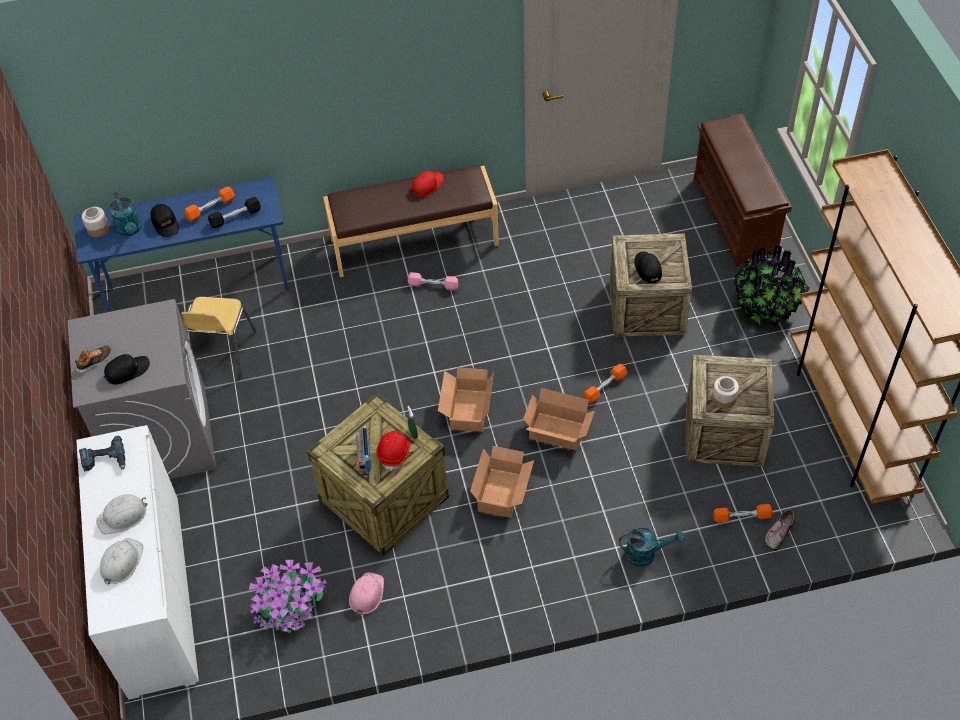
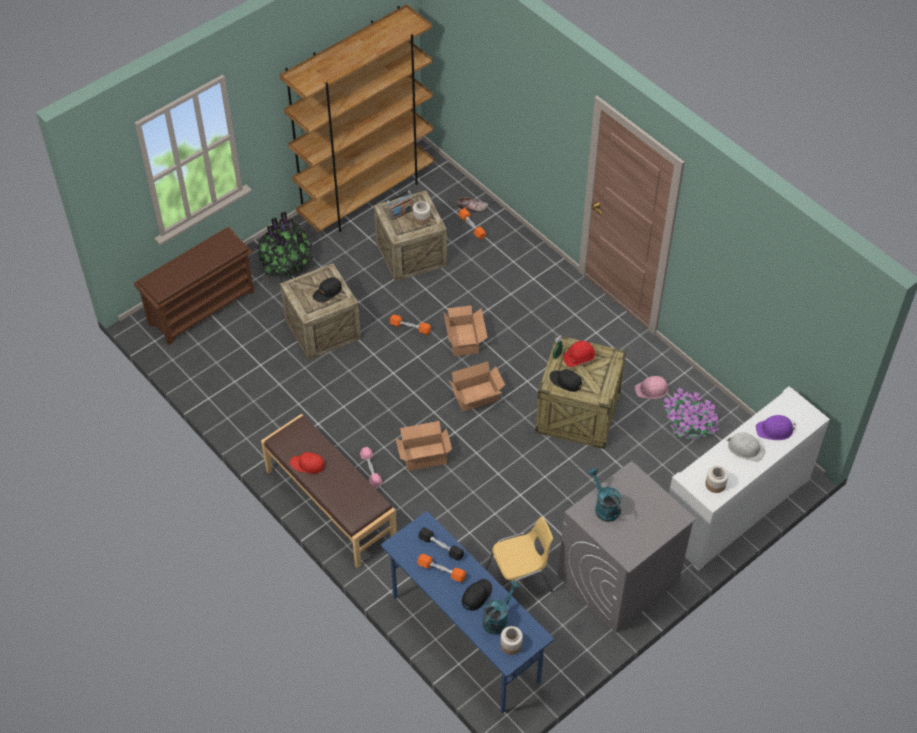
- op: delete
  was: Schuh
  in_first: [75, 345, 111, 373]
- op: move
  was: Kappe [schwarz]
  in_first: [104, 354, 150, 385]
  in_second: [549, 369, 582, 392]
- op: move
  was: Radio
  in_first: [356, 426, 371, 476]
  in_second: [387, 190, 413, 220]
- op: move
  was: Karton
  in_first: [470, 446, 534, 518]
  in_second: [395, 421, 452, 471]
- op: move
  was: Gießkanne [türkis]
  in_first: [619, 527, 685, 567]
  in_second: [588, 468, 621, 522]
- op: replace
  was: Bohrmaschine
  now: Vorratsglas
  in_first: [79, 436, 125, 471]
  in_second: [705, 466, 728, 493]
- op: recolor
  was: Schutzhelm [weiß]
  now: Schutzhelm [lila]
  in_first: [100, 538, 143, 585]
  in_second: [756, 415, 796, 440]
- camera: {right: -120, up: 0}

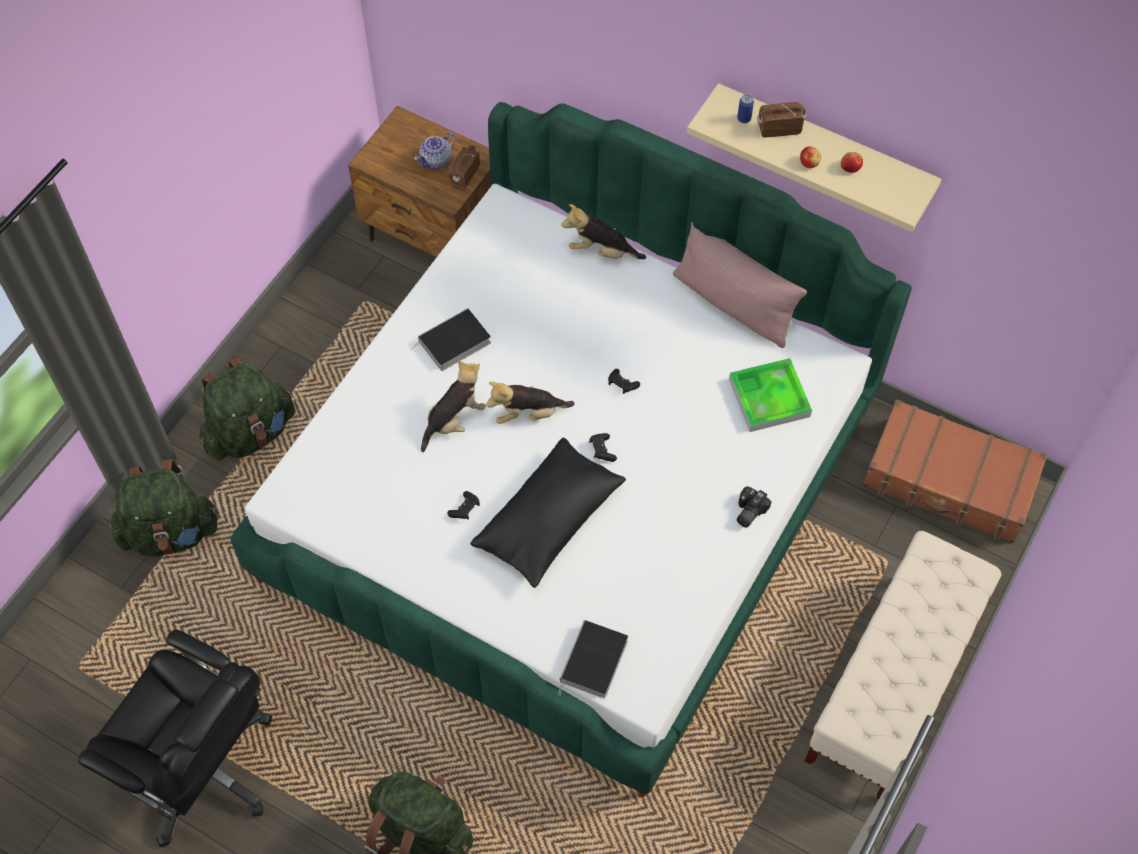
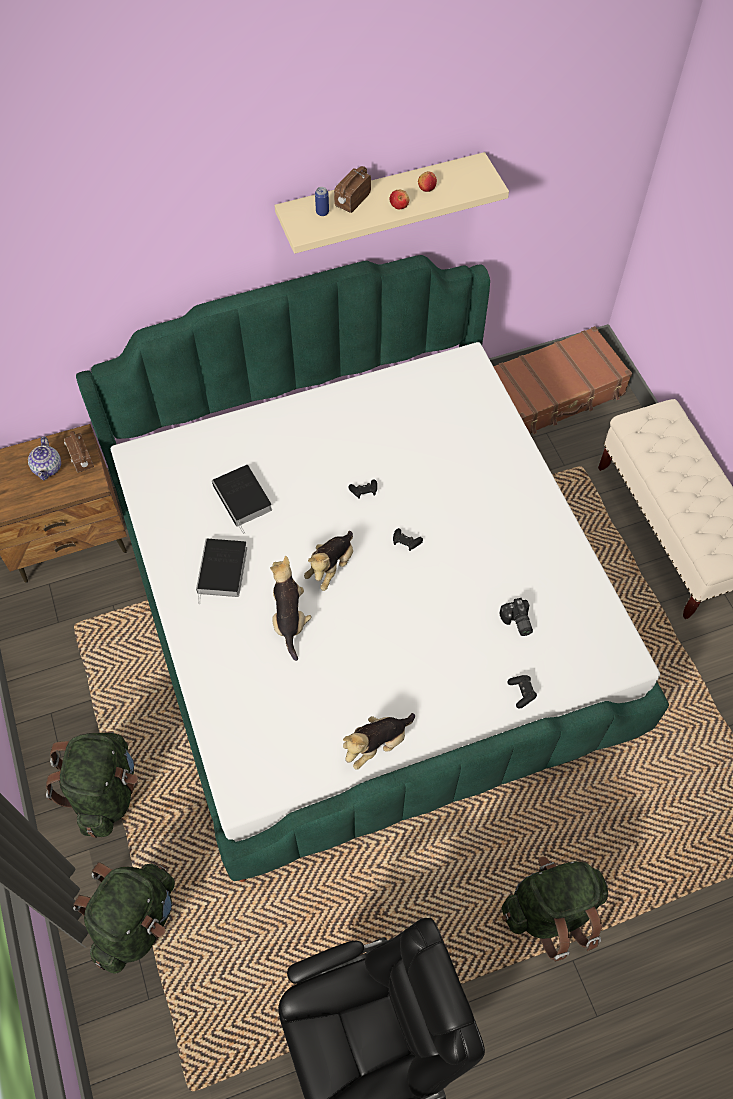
- op: delete
  was: Kissen [schwarz]
  in_first: [471, 438, 626, 588]
- op: delete
  was: Kissen [rosa]
  in_first: [673, 222, 807, 348]
- op: delete
  was: Tablett
  in_first: [729, 358, 812, 432]
- op: move
  was: Gamepad [schwarz]
  in_first: [447, 491, 480, 519]
  in_second: [507, 675, 537, 708]
- op: move
  was: Buch
  in_first: [558, 620, 628, 698]
  in_second: [212, 465, 272, 534]
- op: move
  was: Plüschtier
  in_first: [561, 204, 646, 259]
  in_second: [343, 713, 415, 769]
- op: move
  was: Kamera
  in_first: [737, 486, 771, 528]
  in_second: [499, 598, 533, 636]
- camera: {right: -50, up: 0}

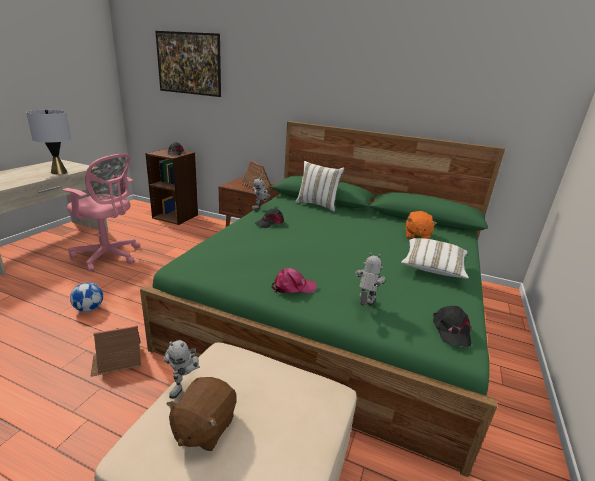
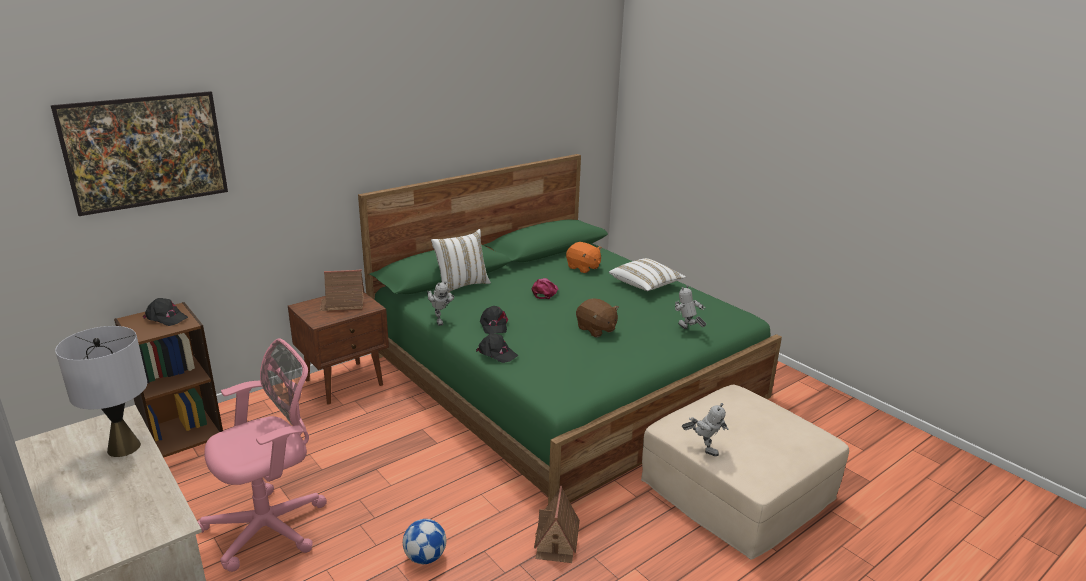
- op: move
  was: Plüschtier [braun]
  in_first: [166, 377, 237, 451]
  in_second: [576, 298, 619, 337]
- op: move
  was: Kappe [rosa]
  in_first: [272, 268, 317, 294]
  in_second: [531, 278, 558, 299]
- op: move
  was: Kappe [schwarz]
  in_first: [433, 306, 471, 347]
  in_second: [476, 333, 518, 363]
- camera: {right: -60, up: 0}

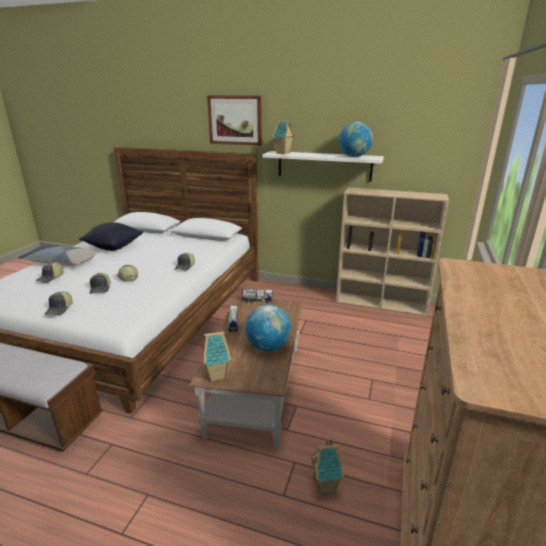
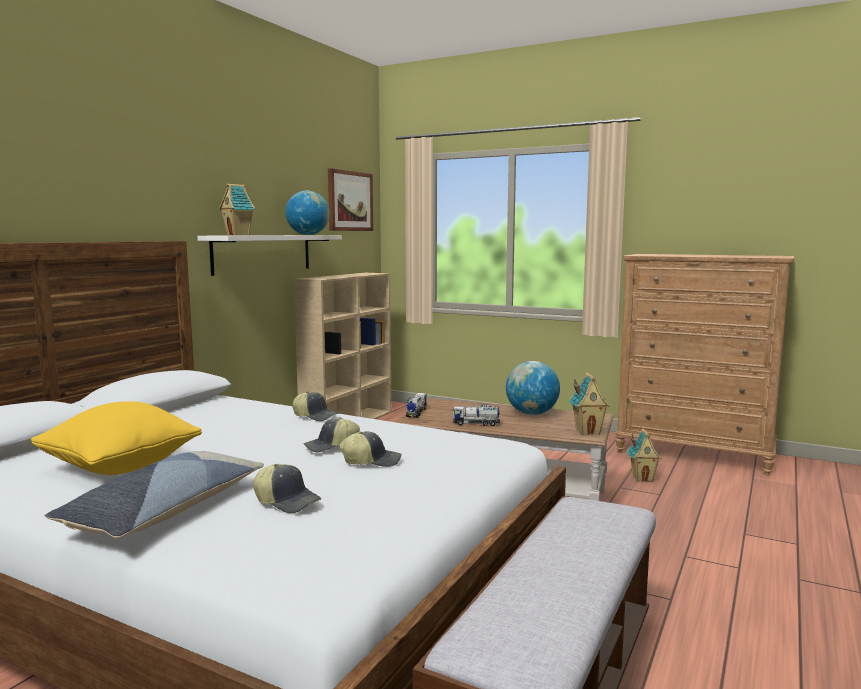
- op: delete
  was: Kappe
  in_first: [44, 291, 73, 315]
- op: move
  was: Bild
  in_first: [207, 95, 262, 146]
  in_second: [328, 168, 373, 231]
- op: recolor
  was: Kissen [schwarz]
  now: Kissen [gelb]
  in_first: [79, 222, 143, 251]
  in_second: [31, 401, 202, 475]
- camera: {right: -80, up: -15}

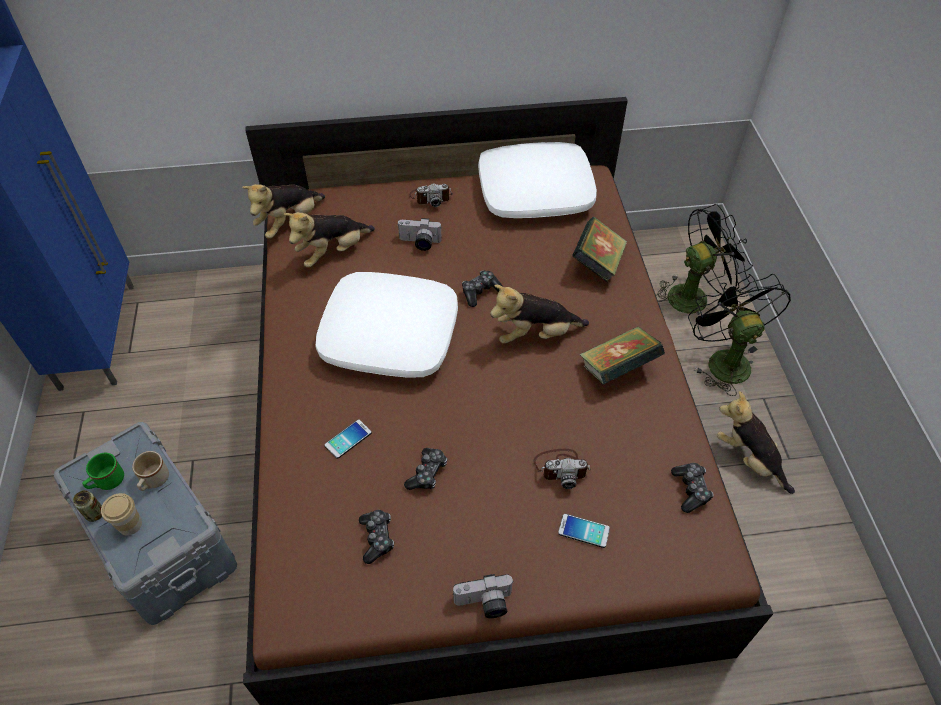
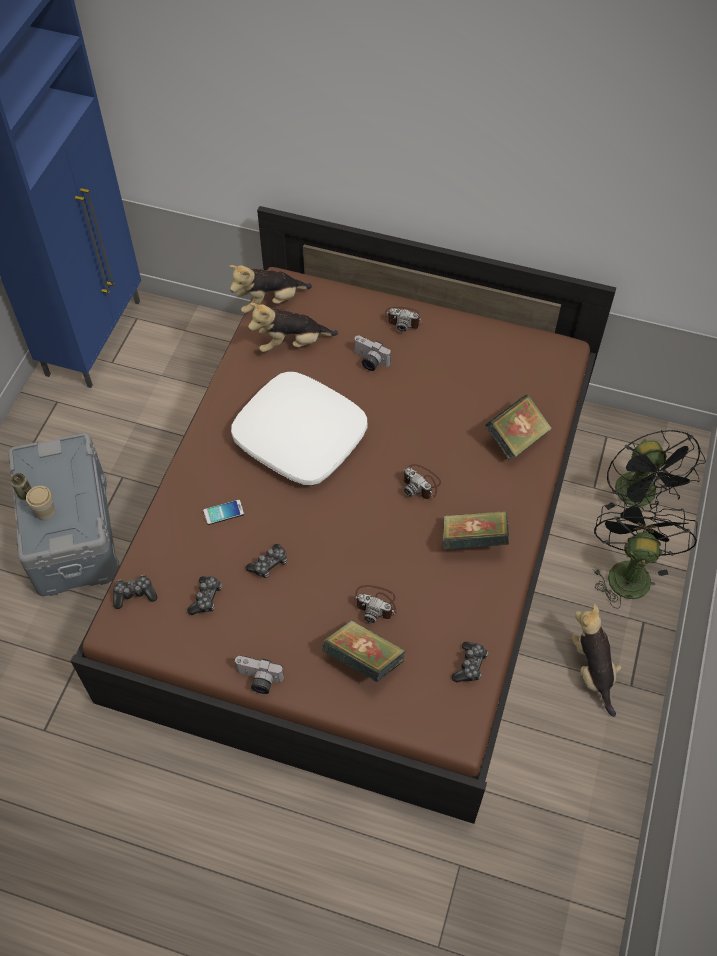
- op: delete
  was: Henkelbecher [grün]
  in_first: [82, 452, 124, 490]
- op: delete
  was: Henkelbecher [beige]
  in_first: [132, 451, 169, 491]
- op: delete
  was: Kissen [weiß]
  in_first: [478, 142, 597, 218]
- op: move
  was: Gamepad
  in_first: [462, 270, 503, 307]
  in_second: [114, 575, 157, 609]
- op: replace
  was: Plüschtier
  now: Kamera
  in_first: [490, 285, 589, 344]
  in_second: [402, 464, 441, 499]
- op: replace
  was: Handy
  now: Buch
  in_first: [558, 514, 610, 548]
  in_second: [322, 621, 406, 682]
- op: rotate
  was: Ventilator [schwarz]
  in_first: [656, 204, 753, 315]
  in_second: [605, 430, 706, 510]
  clockwise: 75
- camera: {right: 25, up: 5}

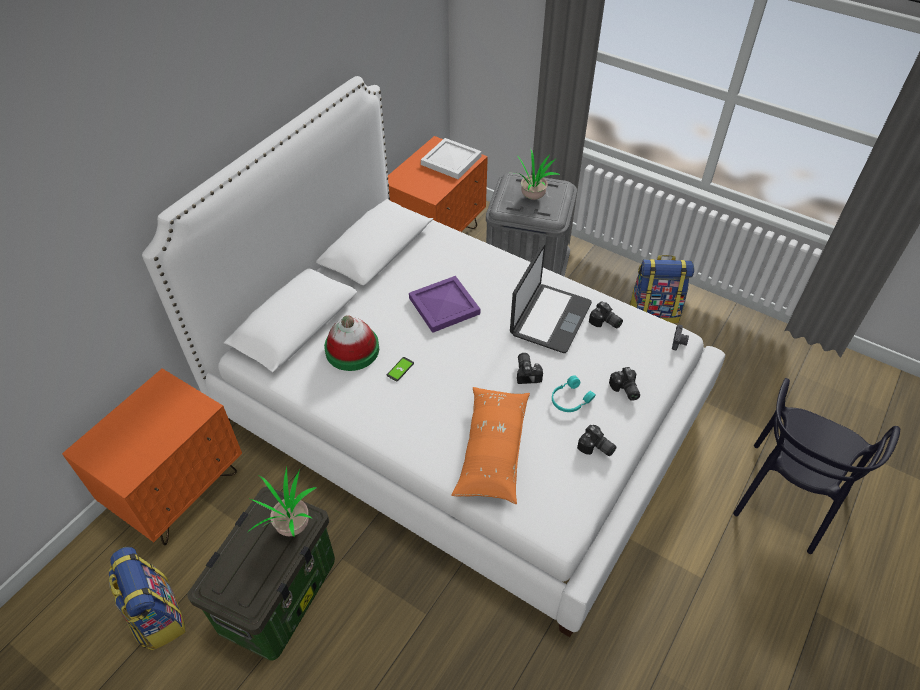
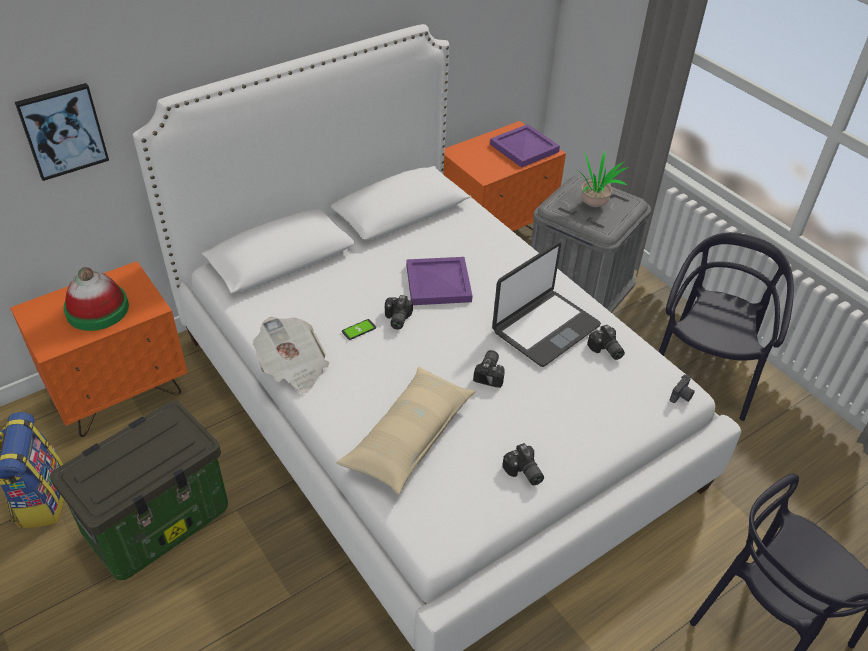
- op: delete
  was: Topfpflanze
  in_first: [248, 467, 317, 537]
- op: delete
  was: Kopfhörer [türkis]
  in_first: [552, 375, 596, 412]
- op: insert
  now: Bild
  in_second: [15, 83, 109, 181]
- op: insert
  now: Zeitung
  in_second: [253, 317, 329, 393]
- op: move
  was: Hut
  in_first: [324, 315, 379, 371]
  in_second: [63, 267, 129, 331]
- op: move
  was: Kamera
  in_first: [609, 367, 640, 401]
  in_second: [385, 295, 413, 330]
- op: replace
  was: Rucksack
  now: Stuhl [schwarz]
  in_first: [629, 255, 694, 323]
  in_second: [659, 232, 794, 421]
- op: recolor
  was: Tablett [weiß]
  now: Tablett [lila]
  in_first: [421, 138, 482, 179]
  in_second: [490, 124, 560, 168]
- op: recolor
  was: Kissen [orange]
  now: Kissen [beige]
  in_first: [451, 387, 530, 504]
  in_second: [337, 367, 476, 495]
- camera: {right: 20, up: -5}

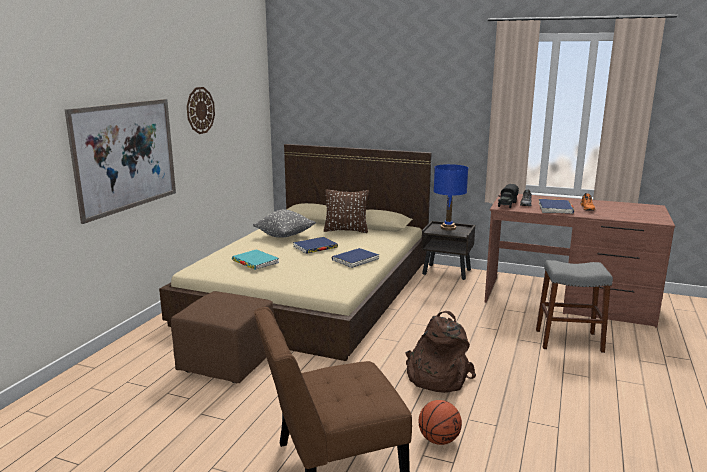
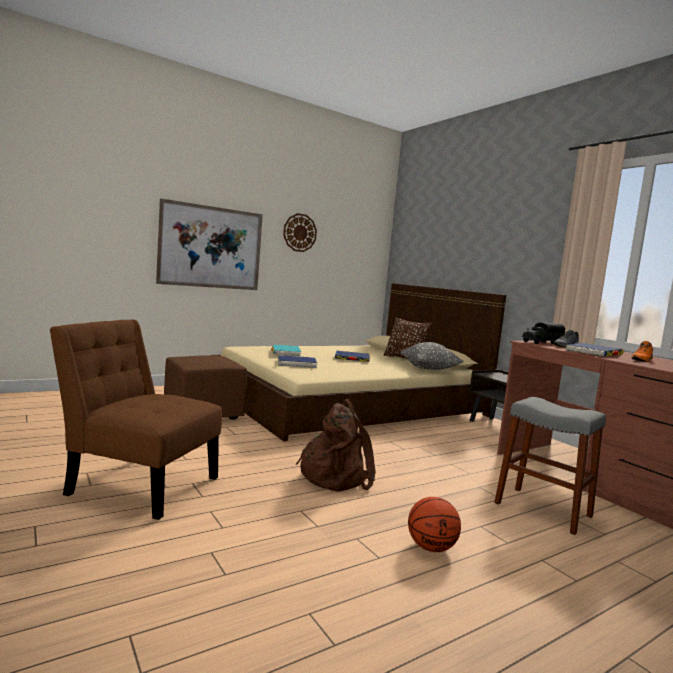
- op: delete
  was: Tischlampe [blau]
  in_first: [434, 164, 468, 231]
- op: move
  was: Kissen [grau]
  in_first: [253, 210, 316, 238]
  in_second: [400, 342, 464, 370]
- op: move
  was: Buch [blau]
  in_first: [332, 248, 379, 268]
  in_second: [278, 355, 317, 368]
- op: move
  was: Basketball
  in_first: [419, 400, 462, 445]
  in_second: [408, 497, 461, 552]
- camera: {right: 35, up: -10}

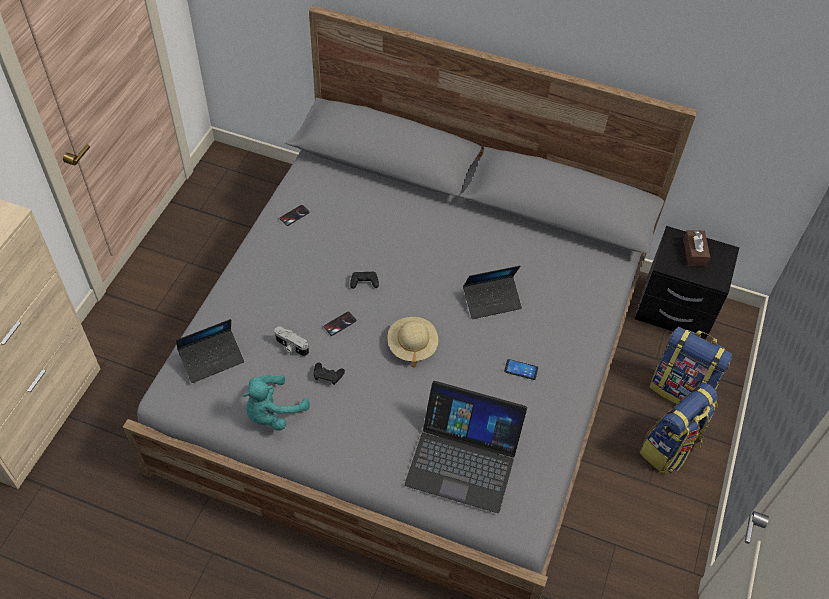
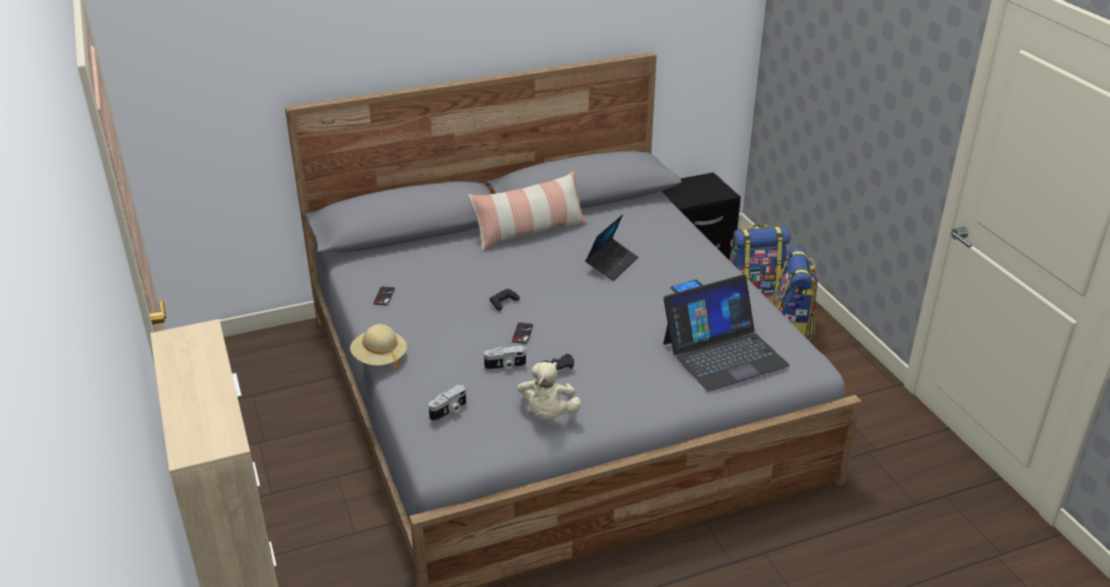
- op: delete
  was: Taschentuchbox [braun]
  in_first: [683, 230, 710, 266]
- op: insert
  now: Kissen
  in_second: [468, 171, 587, 252]
- op: move
  was: Hut [beige]
  in_first: [387, 317, 438, 368]
  in_second: [350, 324, 407, 370]
- op: replace
  was: Laptop
  now: Kamera
  in_first: [176, 319, 244, 383]
  in_second: [428, 384, 466, 421]
- op: recolor
  was: Plüschtier [türkis]
  now: Plüschtier [beige]
  in_first: [243, 375, 310, 431]
  in_second: [517, 362, 581, 420]
- camera: {right: -40, up: -20}

